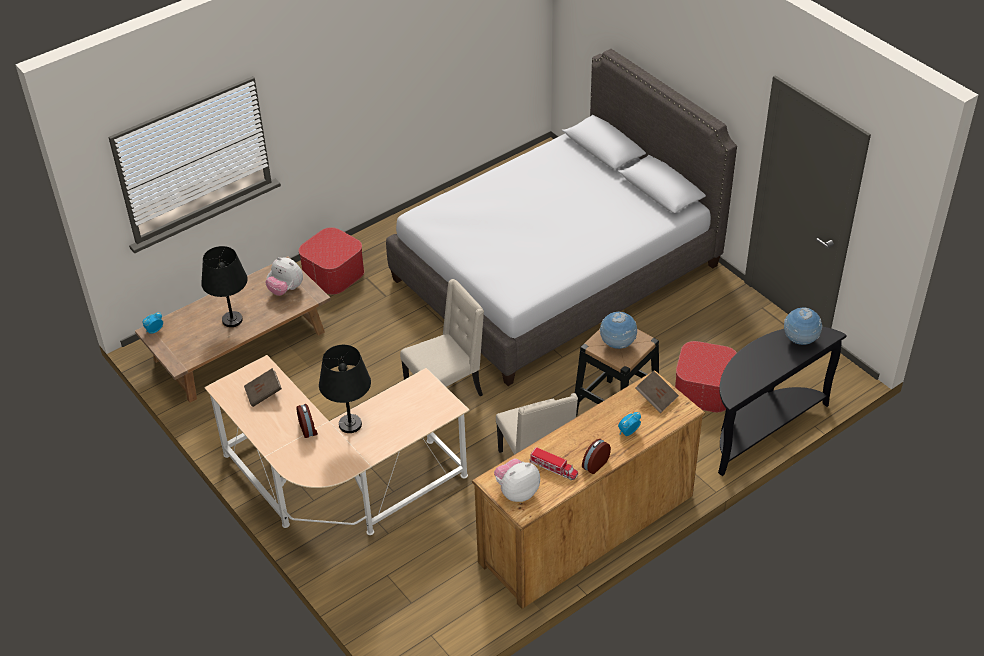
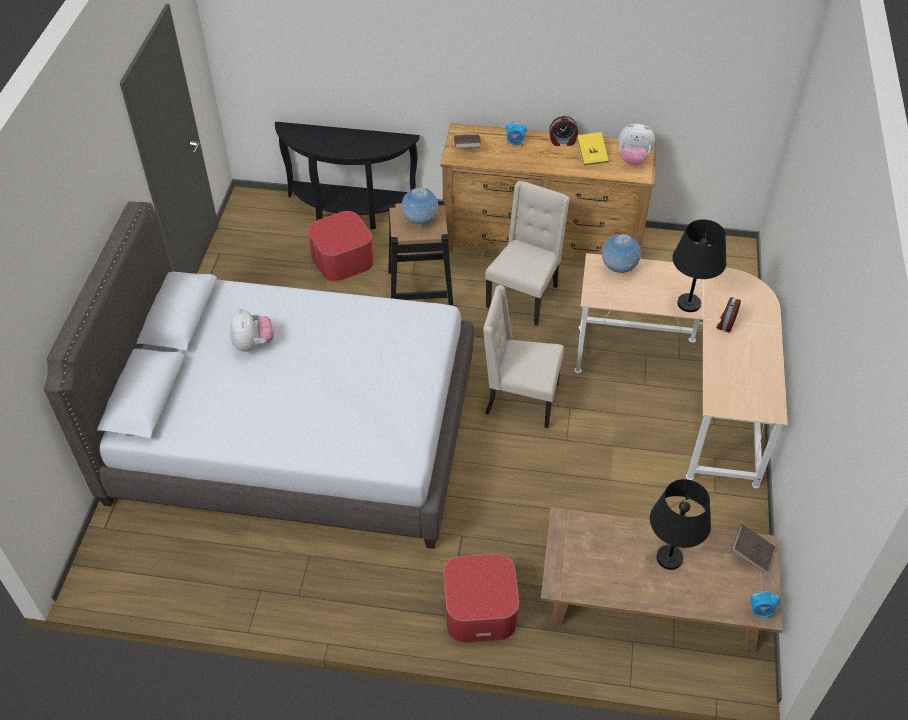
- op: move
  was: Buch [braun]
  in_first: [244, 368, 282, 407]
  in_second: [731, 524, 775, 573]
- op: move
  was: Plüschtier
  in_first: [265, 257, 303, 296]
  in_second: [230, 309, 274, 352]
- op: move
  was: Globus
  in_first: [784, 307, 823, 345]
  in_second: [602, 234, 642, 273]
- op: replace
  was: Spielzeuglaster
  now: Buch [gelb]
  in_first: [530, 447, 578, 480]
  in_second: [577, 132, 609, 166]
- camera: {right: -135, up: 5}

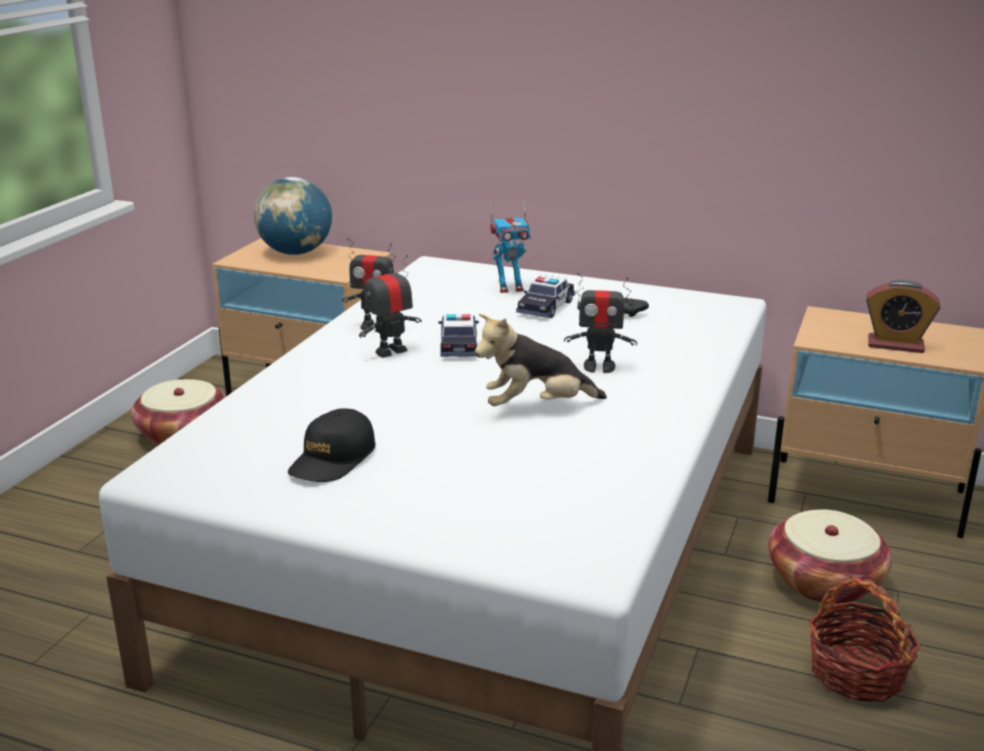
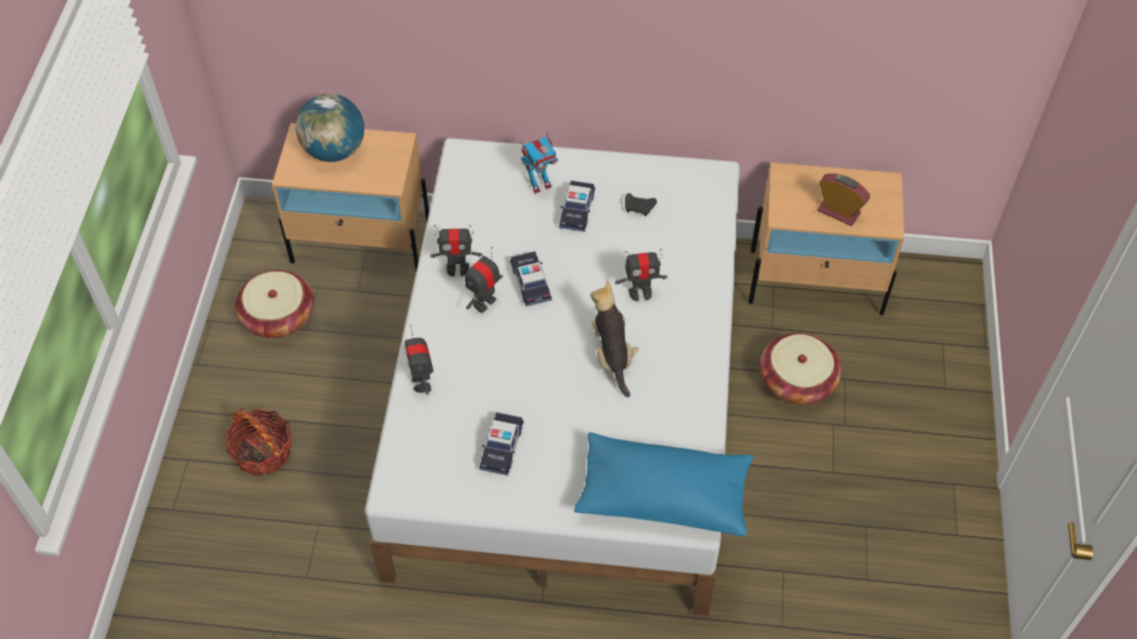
- op: insert
  now: Spielzeugroboter
  in_second: [404, 325, 433, 395]
- op: insert
  now: Kissen [blau]
  in_second: [574, 432, 754, 537]
- op: move
  was: Korb
  in_first: [809, 576, 921, 702]
  in_second: [225, 408, 292, 476]
- op: replace
  was: Kappe [schwarz]
  now: Spielzeugauto
  in_first: [288, 408, 375, 482]
  in_second: [479, 412, 524, 476]
- op: rotate
  was: Plüschtier
  in_first: [475, 314, 607, 406]
  in_second: [591, 281, 639, 398]
  clockwise: 105
- op: rotate
  was: Wecker
  in_first: [866, 280, 941, 353]
  in_second: [817, 174, 870, 226]
  clockwise: -150
- camera: {right: -15, up: 30}

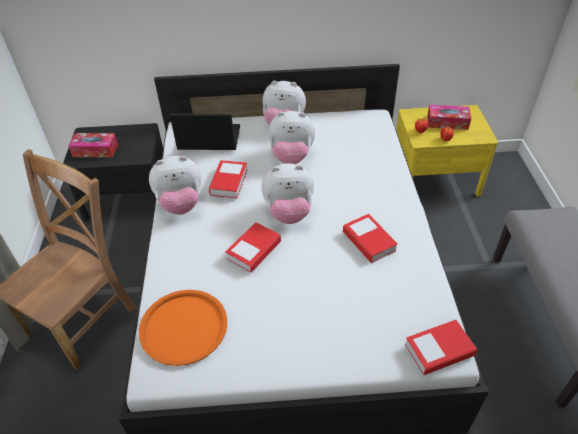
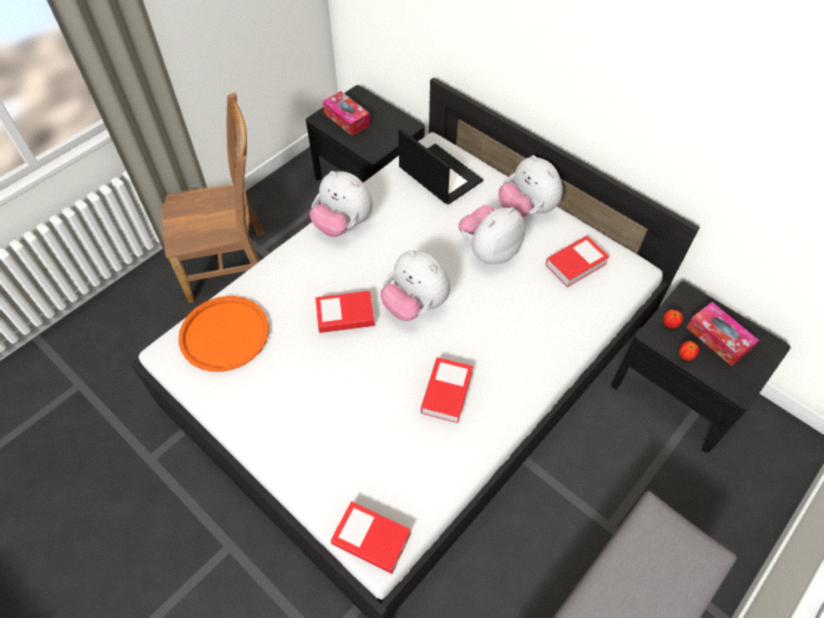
- op: move
  was: Buch
  in_first: [209, 160, 248, 198]
  in_second: [546, 236, 609, 287]
- op: recolor
  was: Nachttisch [gelb]
  now: Nachttisch [schwarz]
  in_first: [396, 105, 498, 197]
  in_second: [611, 281, 790, 453]
- op: rotate
  was: Plüschtier
  in_first: [268, 111, 315, 164]
  in_second: [459, 205, 525, 264]
  clockwise: 90
- camera: {right: 45, up: 10}

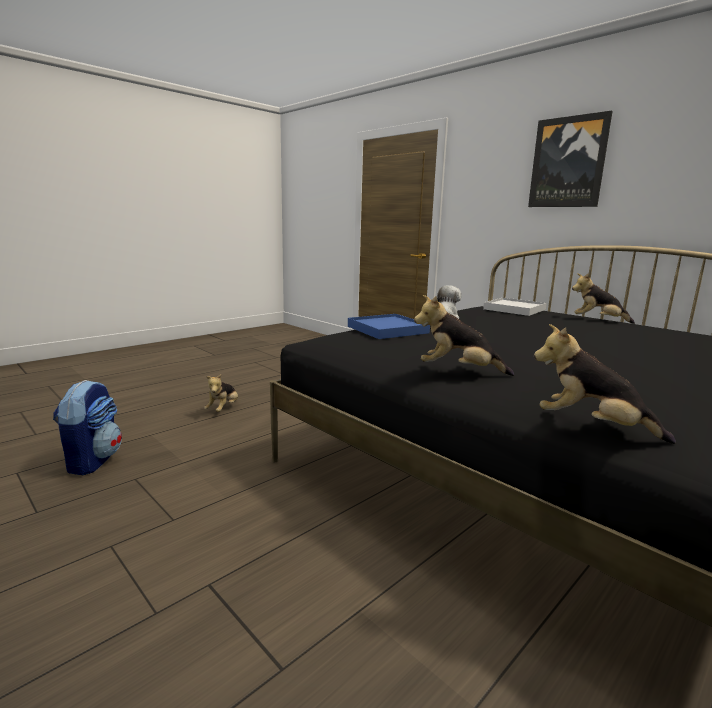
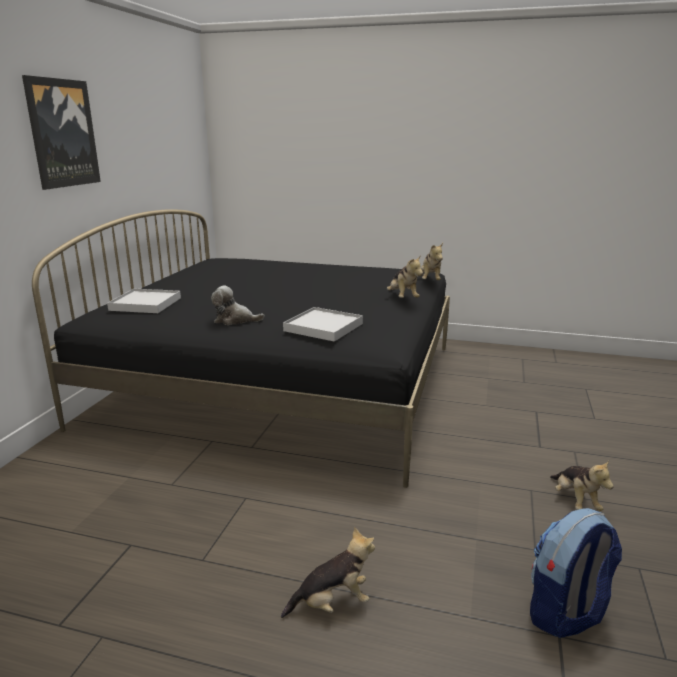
- op: move
  was: Plüschtier
  in_first: [572, 273, 635, 324]
  in_second: [550, 461, 614, 511]
- op: recolor
  was: Tablett [blau]
  now: Tablett [weiß]
  in_first: [348, 314, 430, 339]
  in_second: [283, 307, 363, 342]
- camera: {right: -120, up: 5}

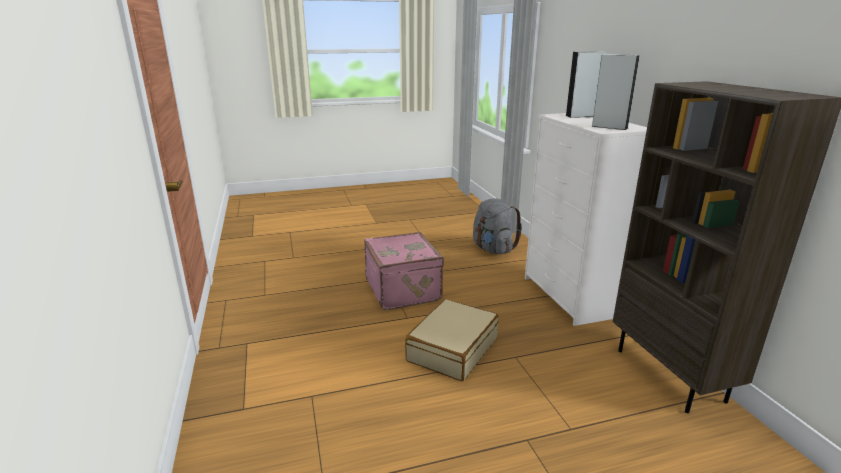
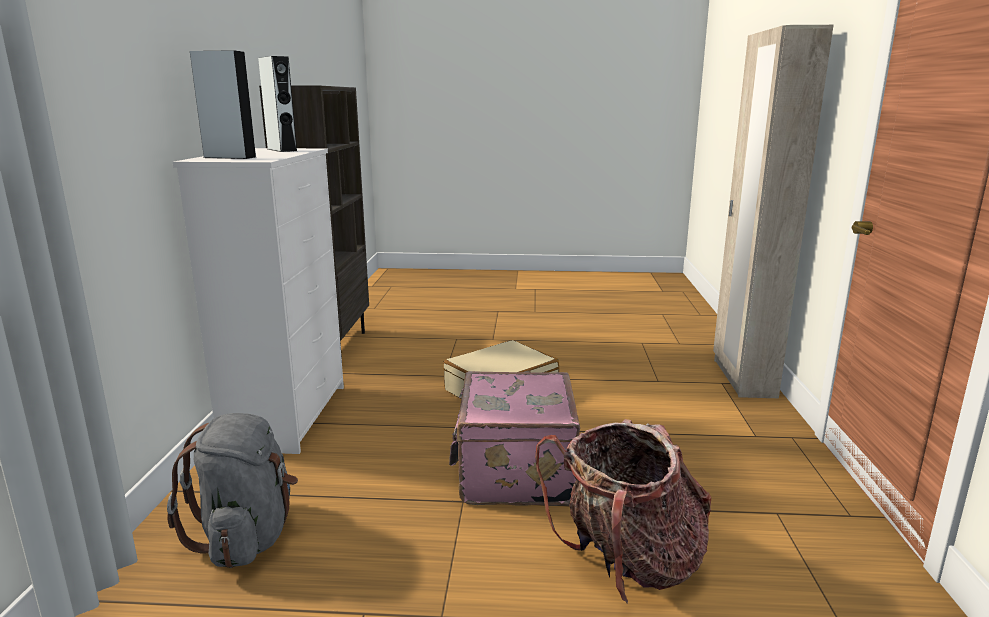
- op: insert
  now: Rucksack
  in_second: [535, 419, 711, 603]
- op: insert
  now: Kleiderschrank [beige]
  in_second: [713, 25, 834, 398]
- camera: {right: -160, up: -5}

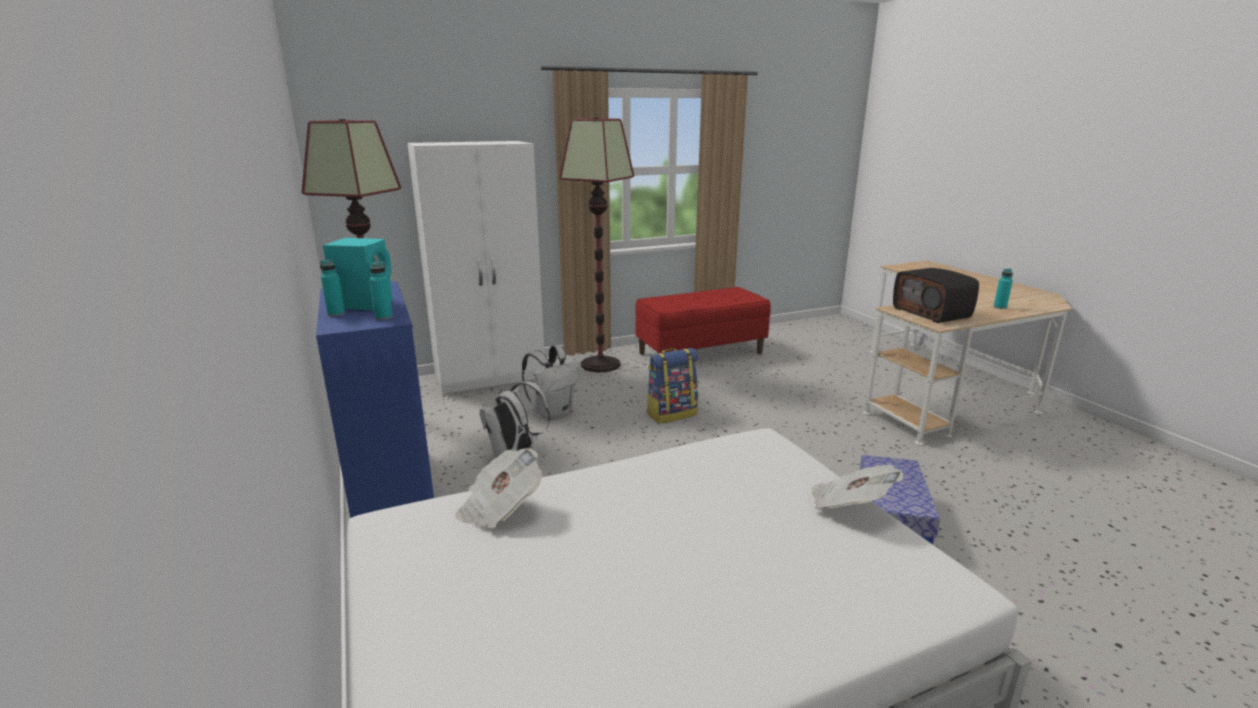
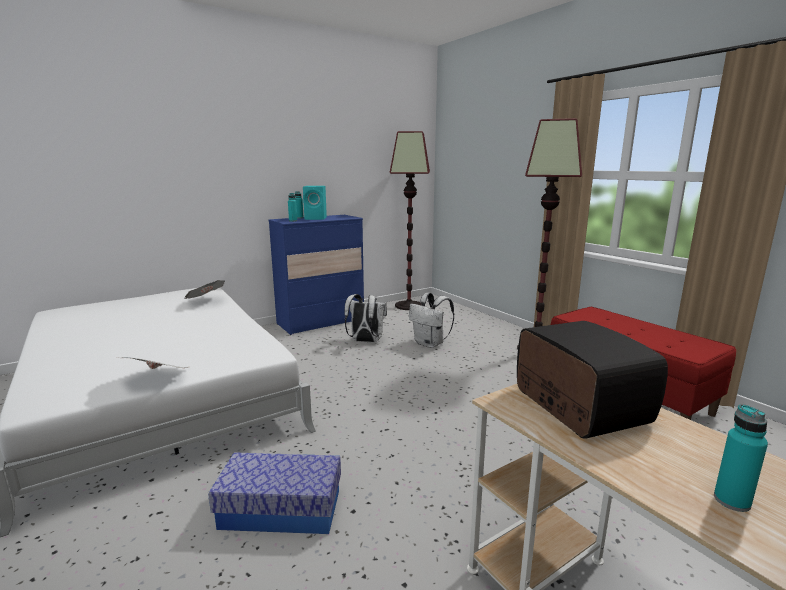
- op: delete
  was: Kleiderschrank [weiß]
  in_first: [407, 141, 545, 395]
- op: delete
  was: Rucksack
  in_first: [647, 348, 698, 424]
- op: rotate
  was: Radio
  in_first: [893, 268, 979, 323]
  in_second: [517, 321, 668, 439]
  clockwise: 105
- camera: {right: 80, up: -5}

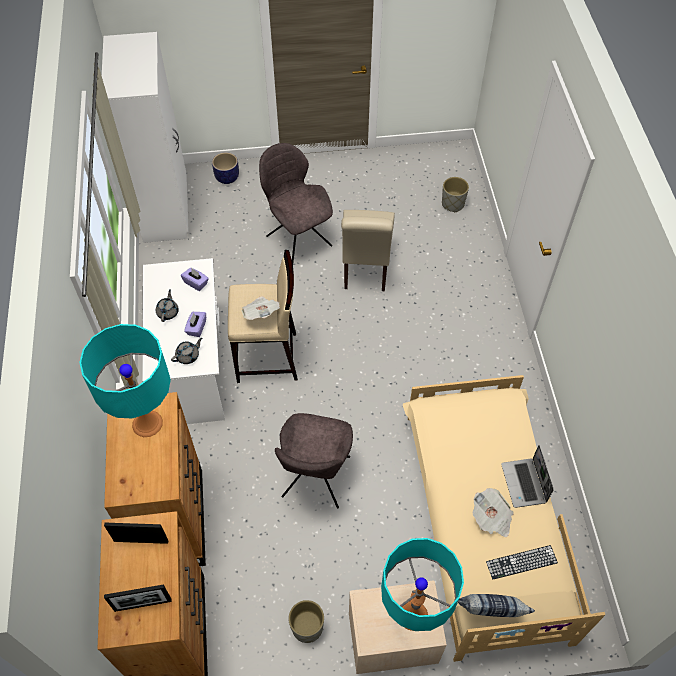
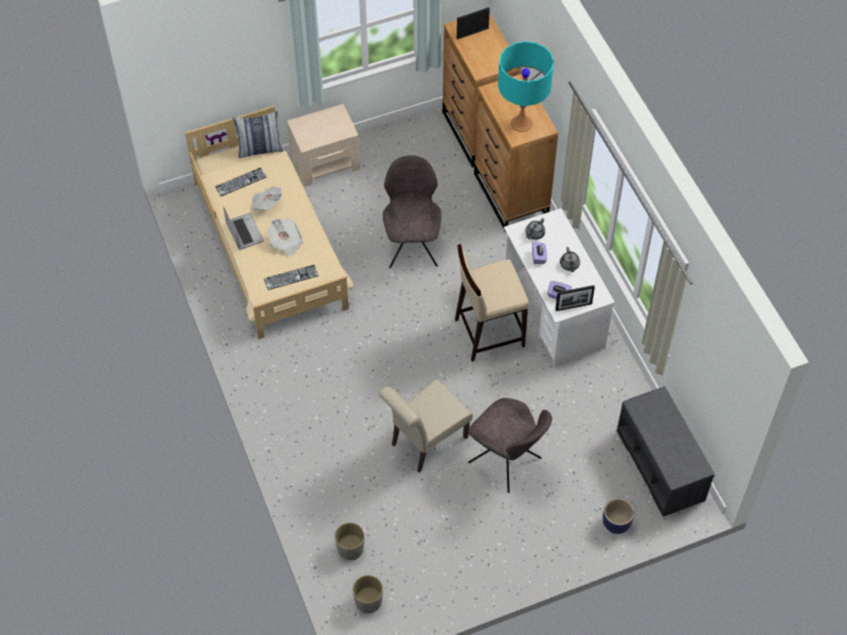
- op: delete
  was: Tischlampe [türkis]
  in_first: [381, 538, 464, 631]
- op: insert
  now: Tastatur
  in_second: [264, 265, 319, 290]
- op: move
  was: Bilderrahmen
  in_first: [104, 523, 168, 544]
  in_second: [555, 285, 595, 311]
- op: move
  was: Zeitung
  in_first: [242, 296, 280, 320]
  in_second: [267, 218, 303, 257]
- op: move
  was: Pflanzkübel [grau]
  in_first: [288, 600, 324, 643]
  in_second: [353, 575, 383, 613]
- op: replace
  was: Kleiderschrank [weiß]
  now: Bank [grau]
  in_first: [102, 32, 189, 243]
  in_second: [617, 386, 715, 517]
- op: rotate
  was: Stuhl [beige]
  in_first: [341, 210, 395, 291]
  in_second: [379, 379, 473, 472]
  clockwise: -120
- camera: {right: 165, up: 0}

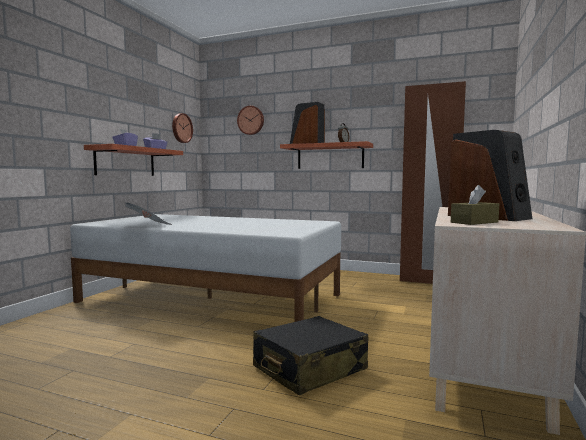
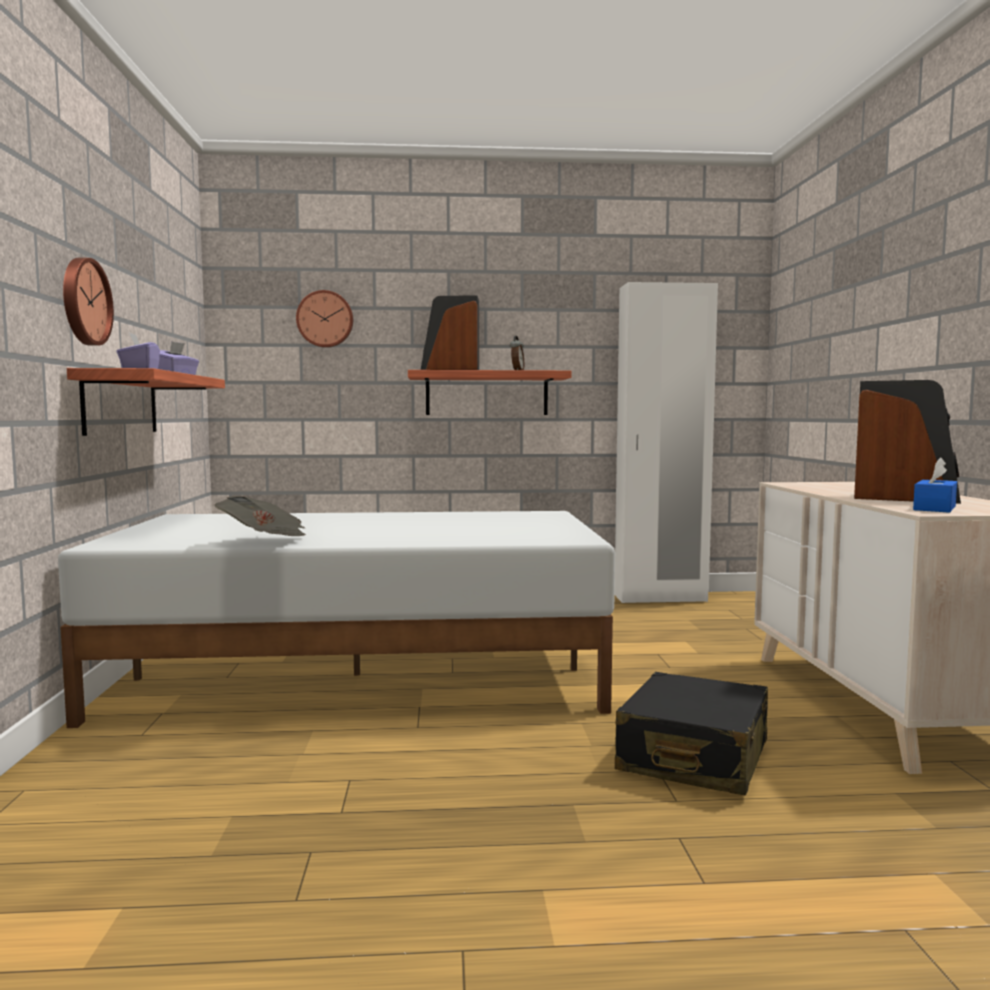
- op: move
  was: Wanduhr
  in_first: [172, 113, 193, 143]
  in_second: [63, 258, 114, 345]
- op: recolor
  was: Kleiderschrank [braun]
  now: Kleiderschrank [weiß]
  in_first: [400, 81, 466, 284]
  in_second: [614, 282, 718, 603]
- op: recolor
  was: Taschentuchbox [braun]
  now: Taschentuchbox [blau]
  in_first: [451, 185, 499, 225]
  in_second: [913, 457, 957, 513]
- camera: {right: -25, up: 0}

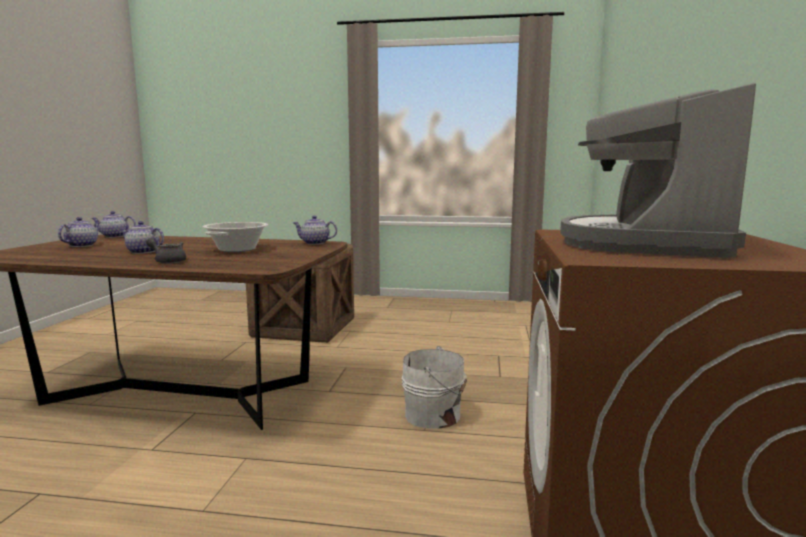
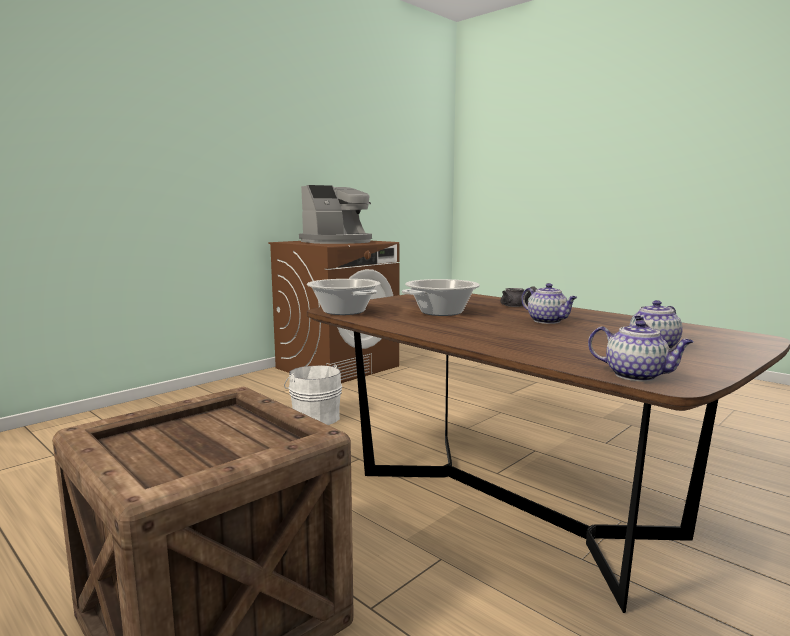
- op: replace
  was: Teekanne
  now: Kochtopf
  in_first: [293, 216, 337, 245]
  in_second: [307, 279, 381, 315]
- camera: {right: -145, up: 0}

